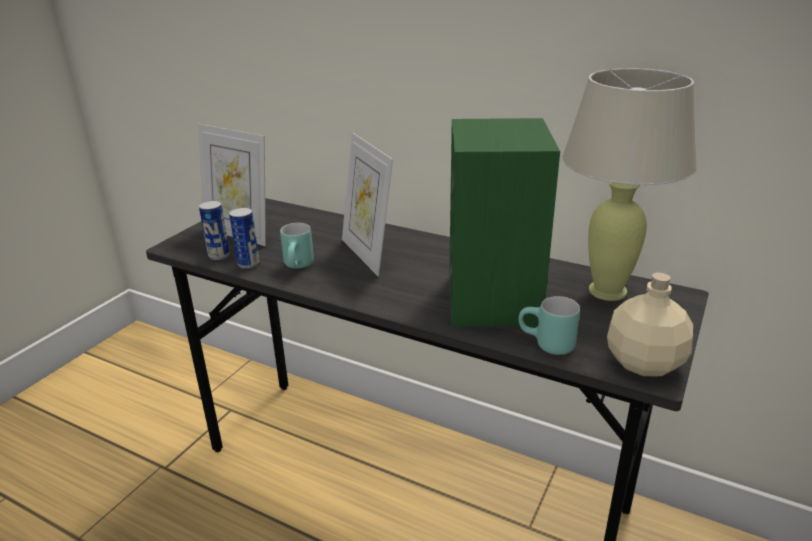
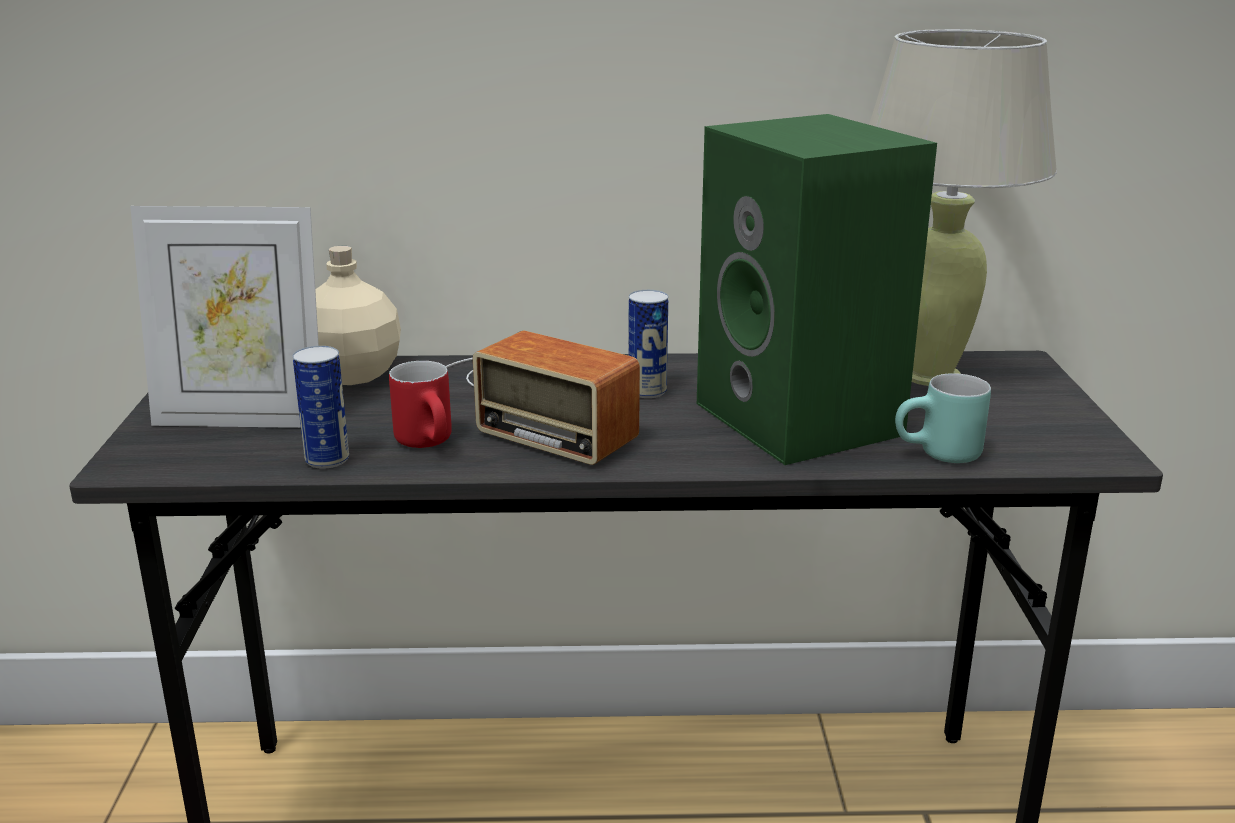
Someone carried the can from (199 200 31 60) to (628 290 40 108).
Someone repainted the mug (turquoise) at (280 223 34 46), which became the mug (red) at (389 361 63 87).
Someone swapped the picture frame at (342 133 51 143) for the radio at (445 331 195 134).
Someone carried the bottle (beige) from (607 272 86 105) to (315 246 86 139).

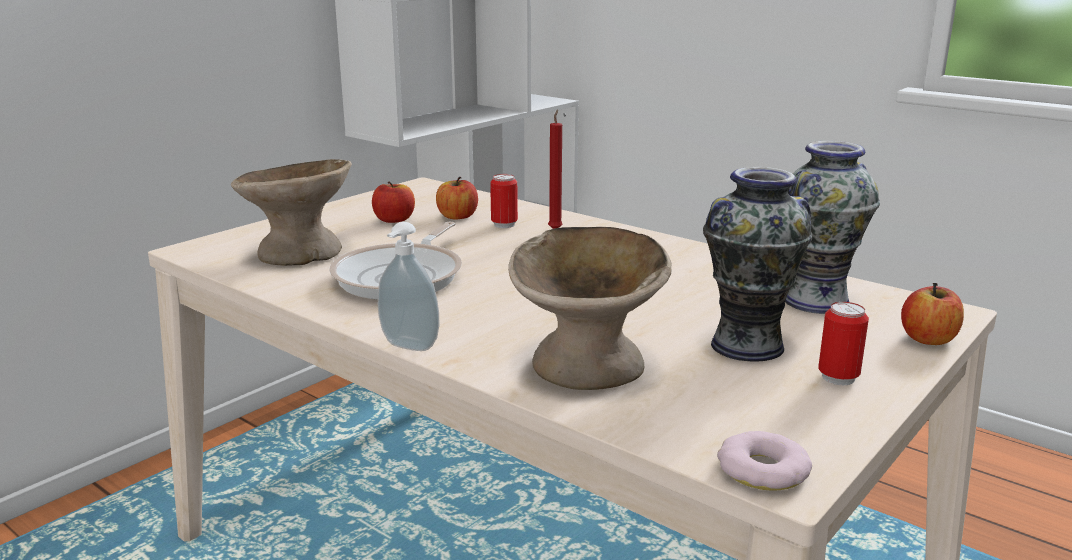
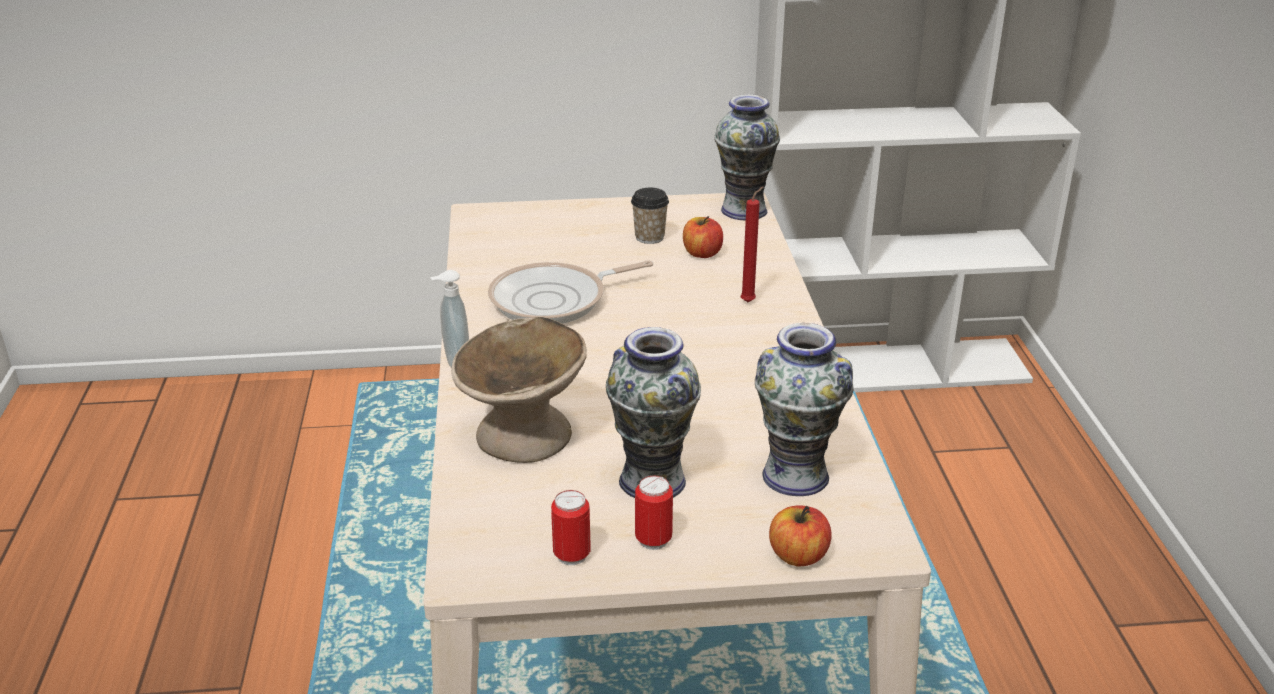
Someone took away the bowl (beige) at (231 159 121 107).
Someone swapped the apple at (372 182 43 41) for the cup at (631 188 38 56).
Someone carried the can from (490 174 28 54) to (551 490 40 75).
Someone took away the donut at (717 431 95 59).
Someone put down the vase at (714 95 66 125).

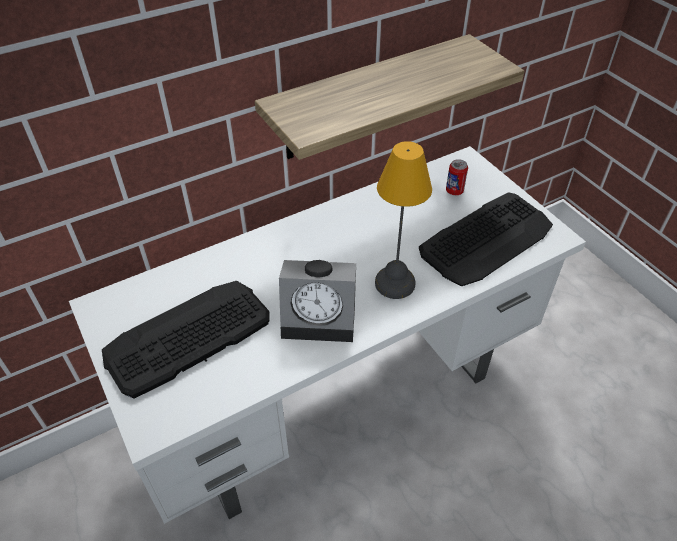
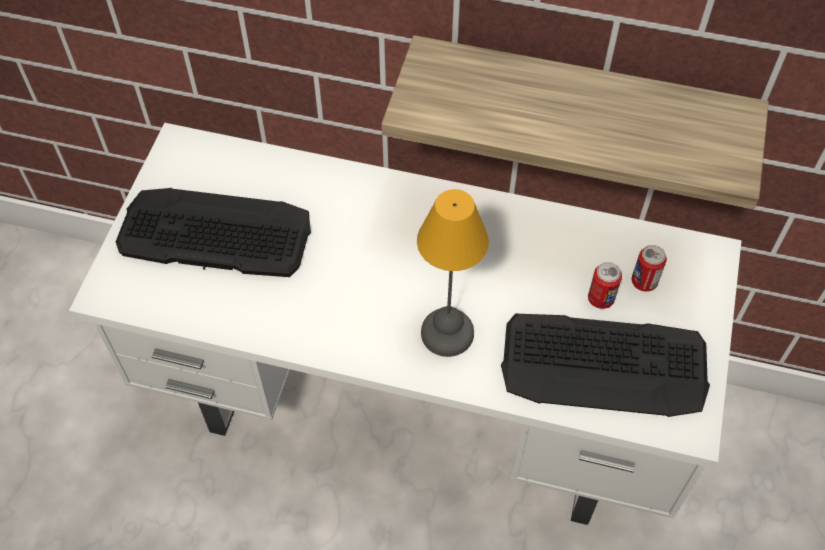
Someone took away the alarm clock at (279 260 77 82).
Someone put down the can at (588 262 34 47).

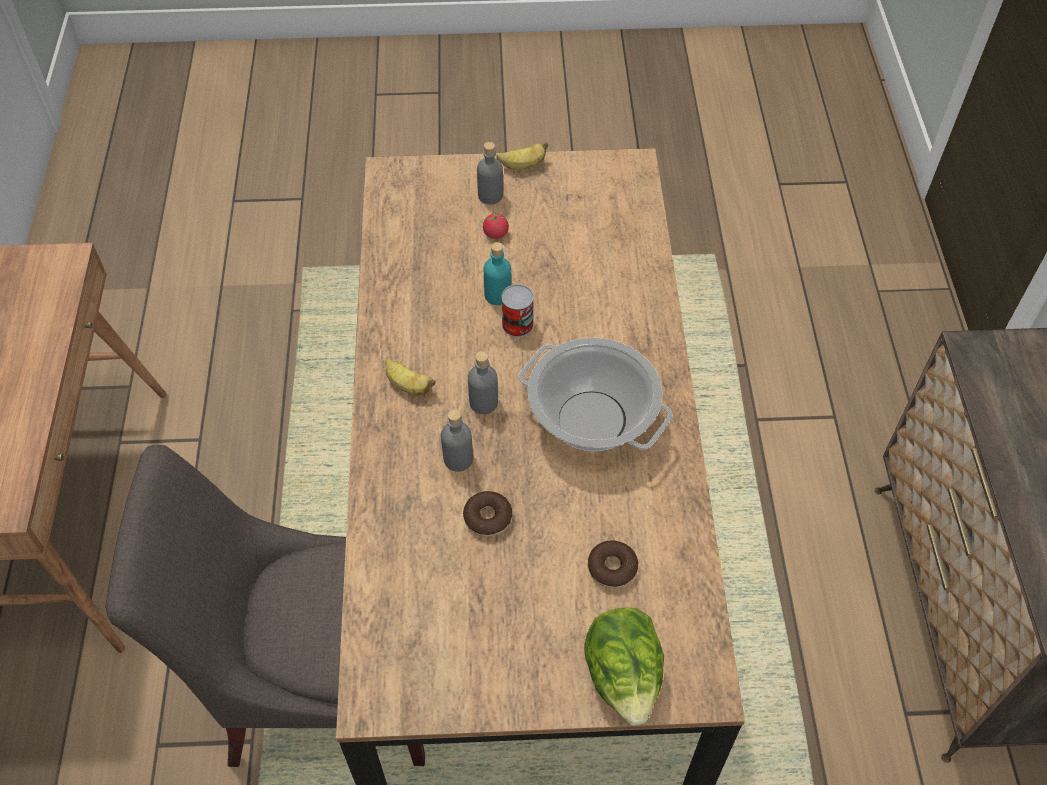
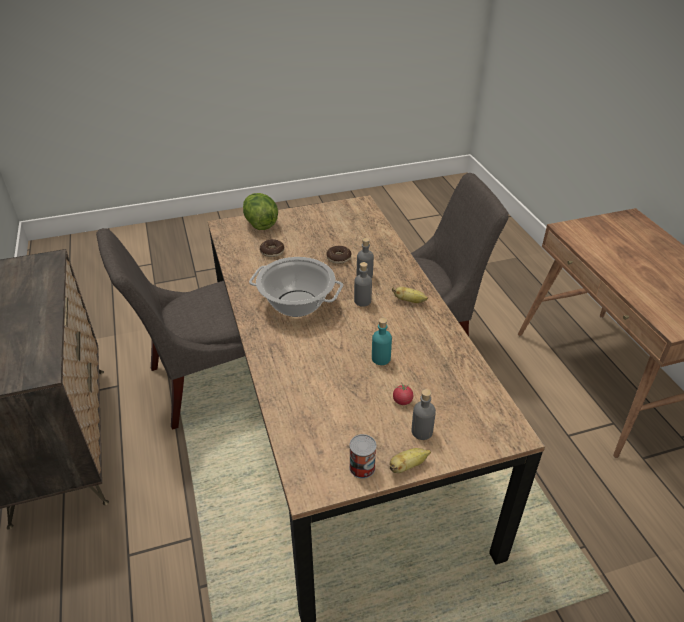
Someone carried the can from (501 284 33 53) to (349 434 27 45).
Someone put down the chair (grey) at (96 228 149 202).

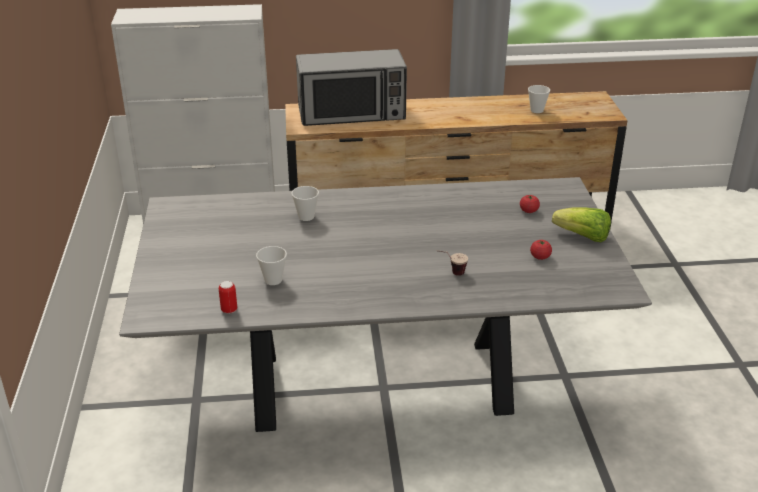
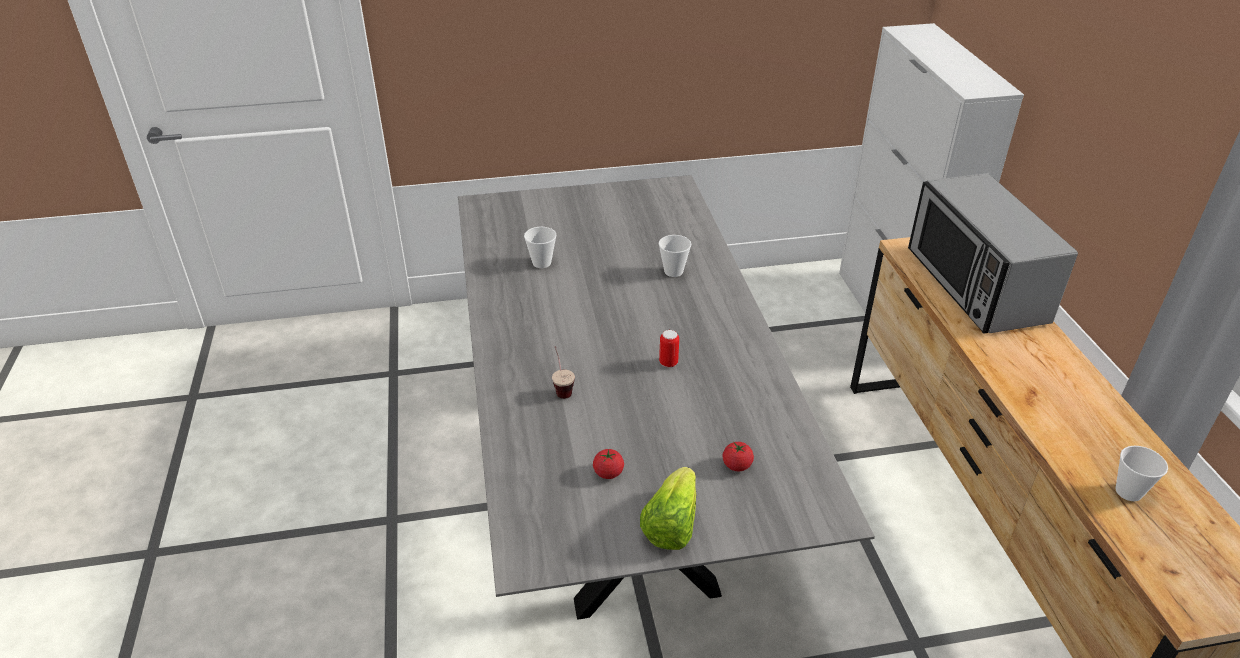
Someone carried the can from (219 281 18 33) to (659 330 20 38).

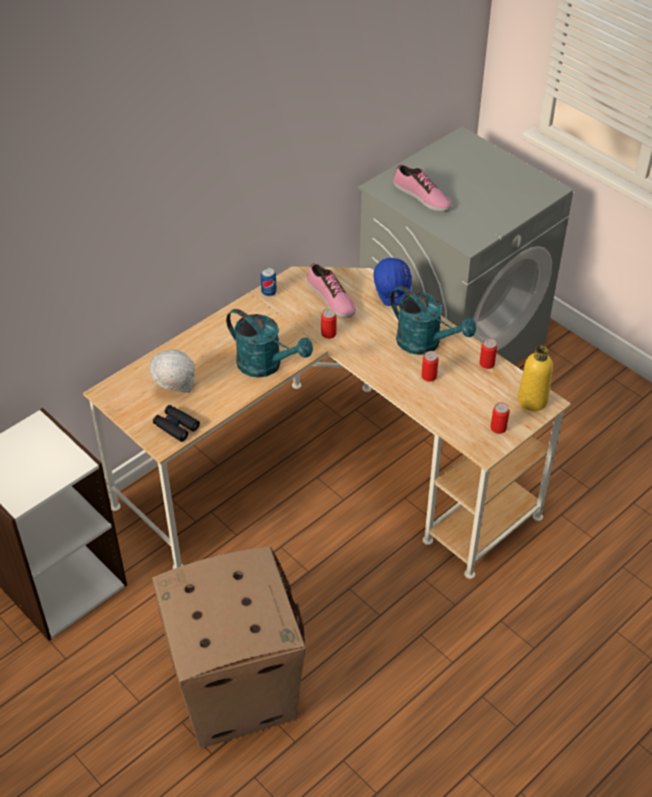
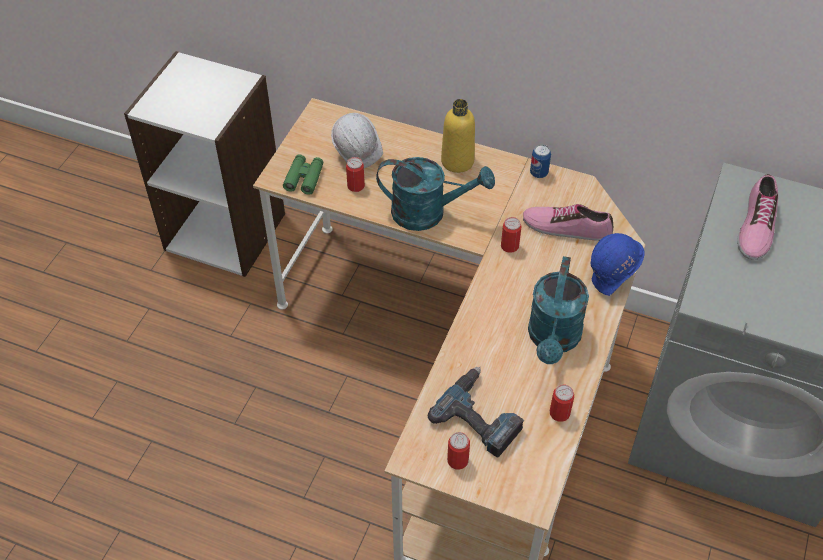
Someone took away the cardboard box at (152 546 153 203).
Someone repainted the binoculars (black) at (153 405 47 37), which became the binoculars (green) at (283 154 40 41).
Someone rotated the watering can (turquoise) at (226 309 87 69) by 90 degrees counterclockwise.
Someone rotated the shoe at (307 263 49 55) by 75 degrees clockwise.
Someone carried the can from (421 351 18 31) to (346 157 19 35).
Someone carried the bottle (yellow) from (518 346 35 65) to (441 99 34 74).
Someone put down the power drill at (428 367 96 91).

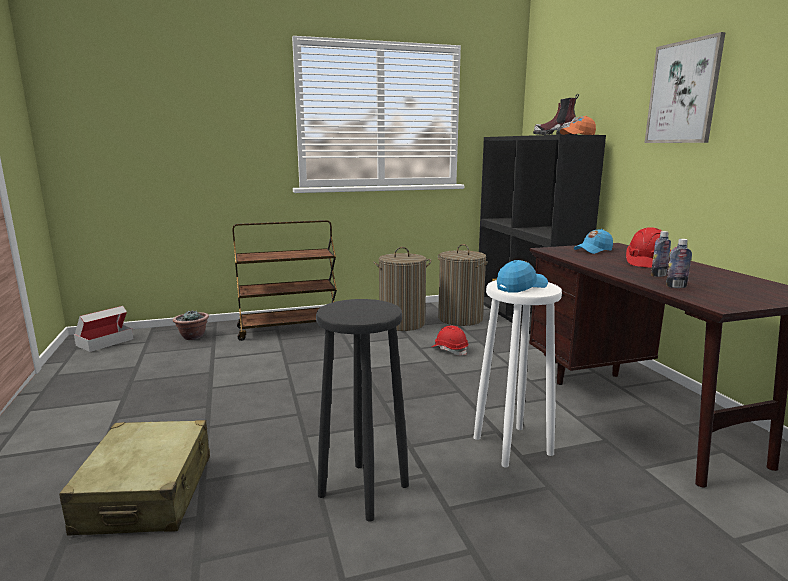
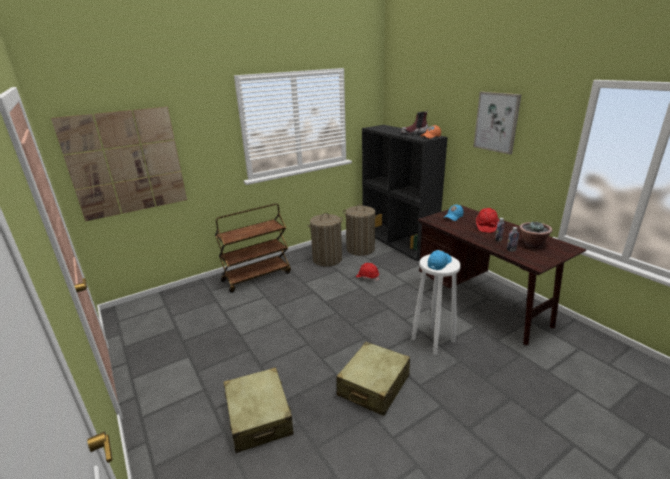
Someone took away the cardboard box at (74 306 60 46).
Someone carried the potted plant from (173 309 36 31) to (519 222 34 26).
Someone swapped the stool (black) at (316 299 93 223) for the suitcase (beige) at (336 342 74 74).
Someone put up the picture at (51 107 136 114).

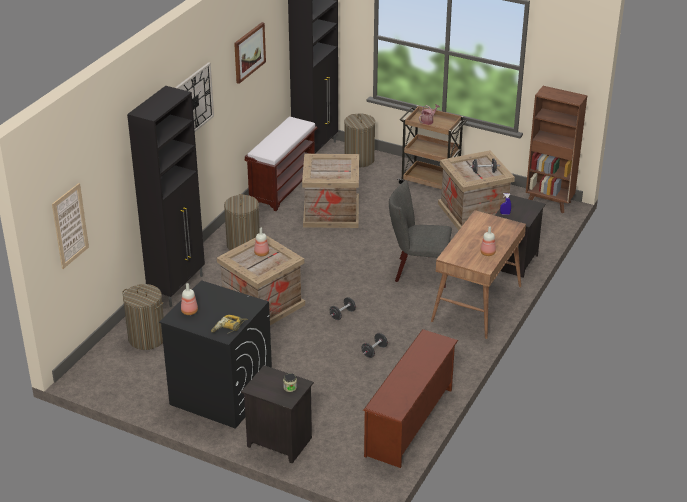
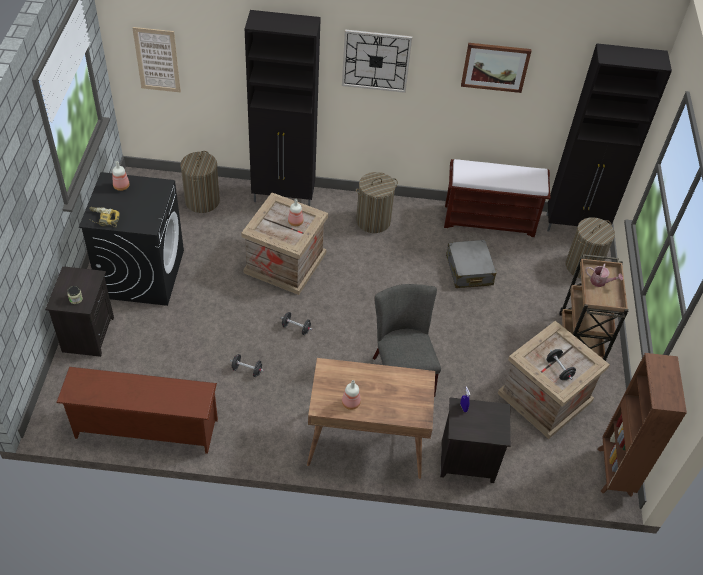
Someone swapped the crate at (302 154 57 74) for the suitcase (grey) at (446 240 50 48).

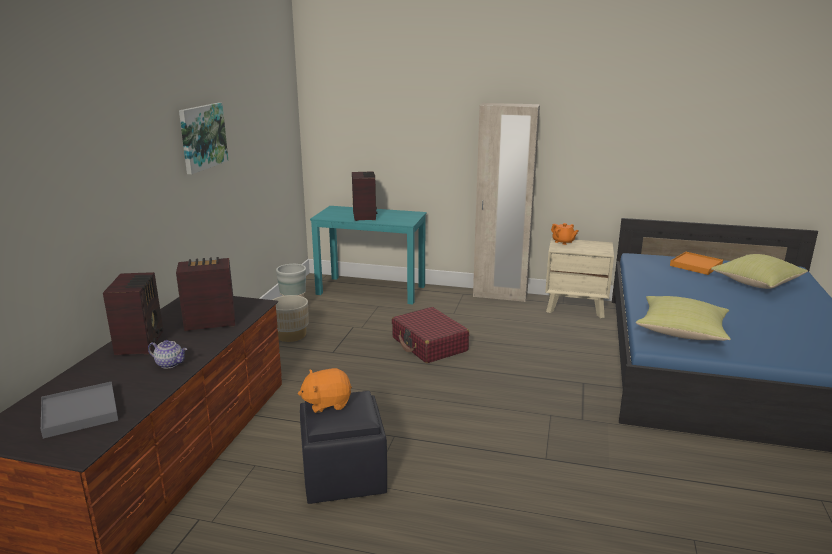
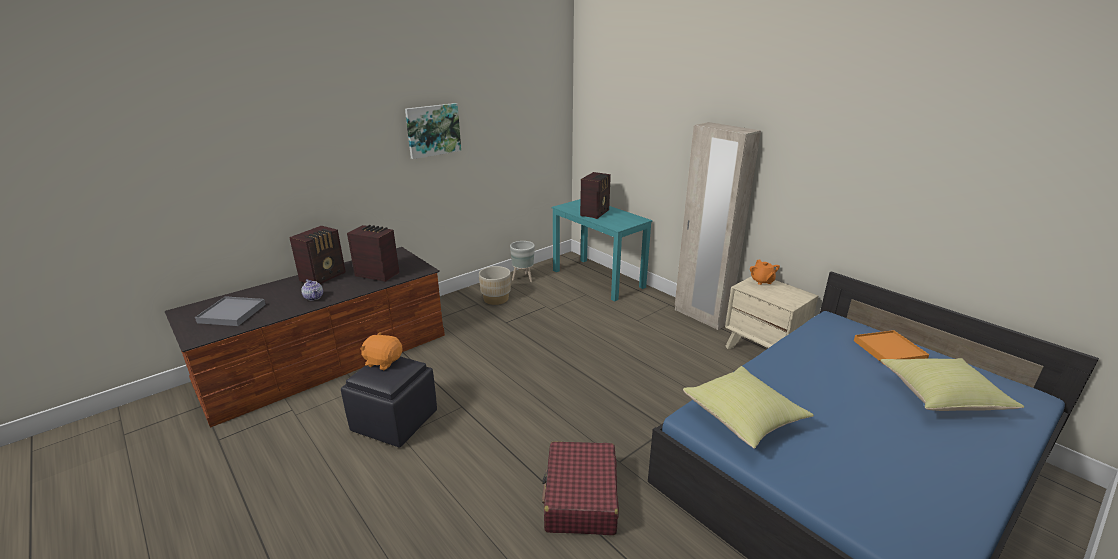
Someone carried the suitcase (red) from (392 307 77 56) to (542 441 77 94).

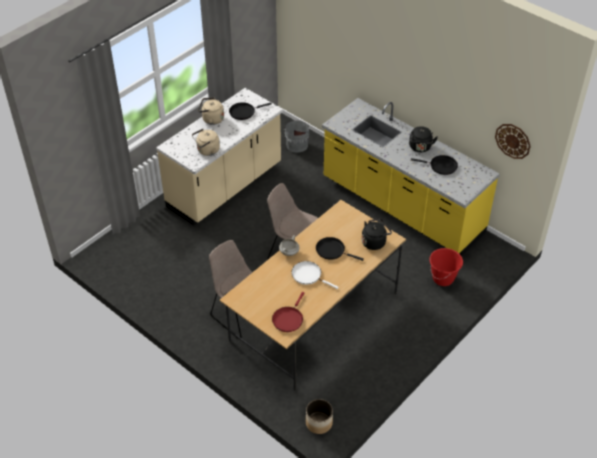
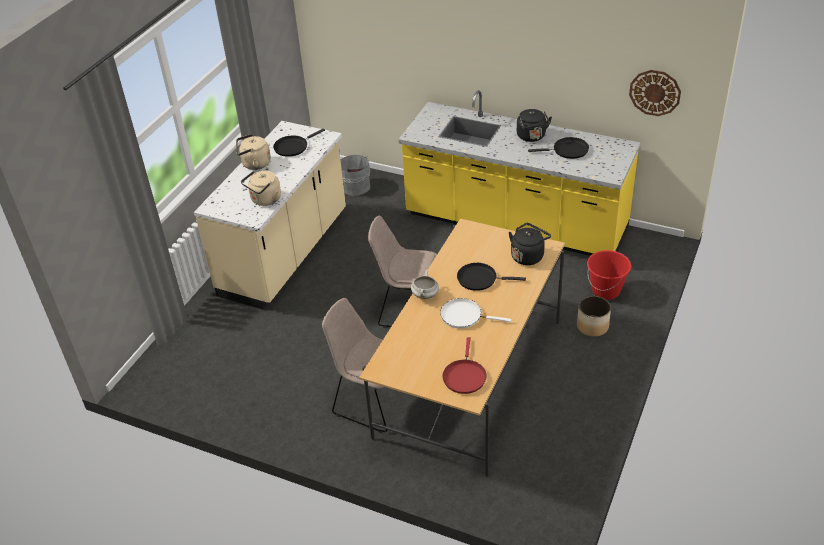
Someone carried the planter from (306 399 27 35) to (577 296 34 41).

